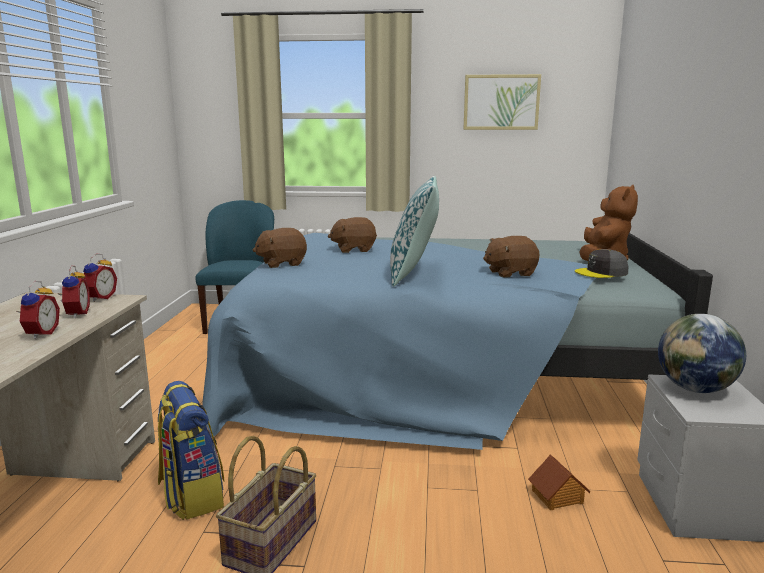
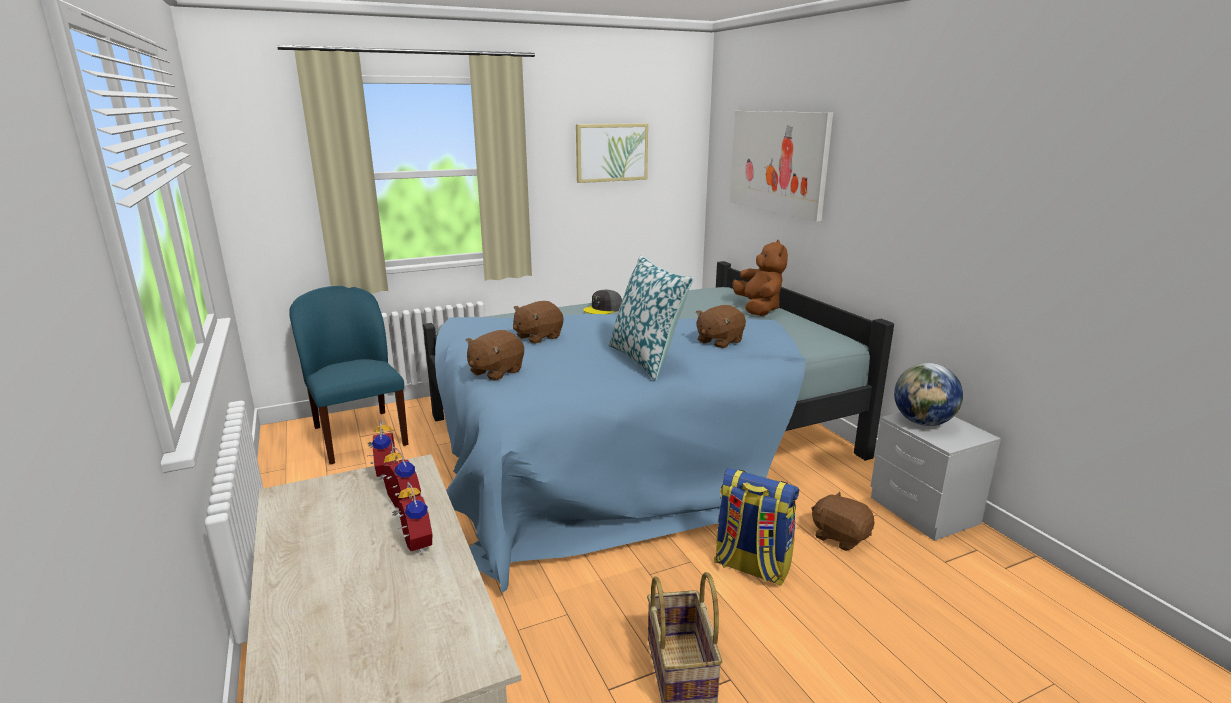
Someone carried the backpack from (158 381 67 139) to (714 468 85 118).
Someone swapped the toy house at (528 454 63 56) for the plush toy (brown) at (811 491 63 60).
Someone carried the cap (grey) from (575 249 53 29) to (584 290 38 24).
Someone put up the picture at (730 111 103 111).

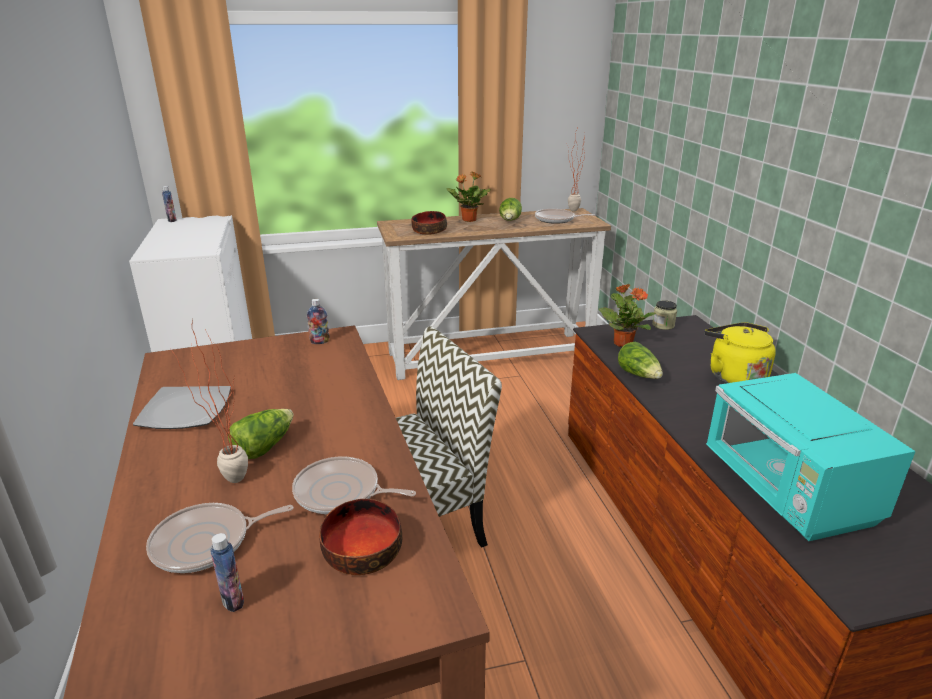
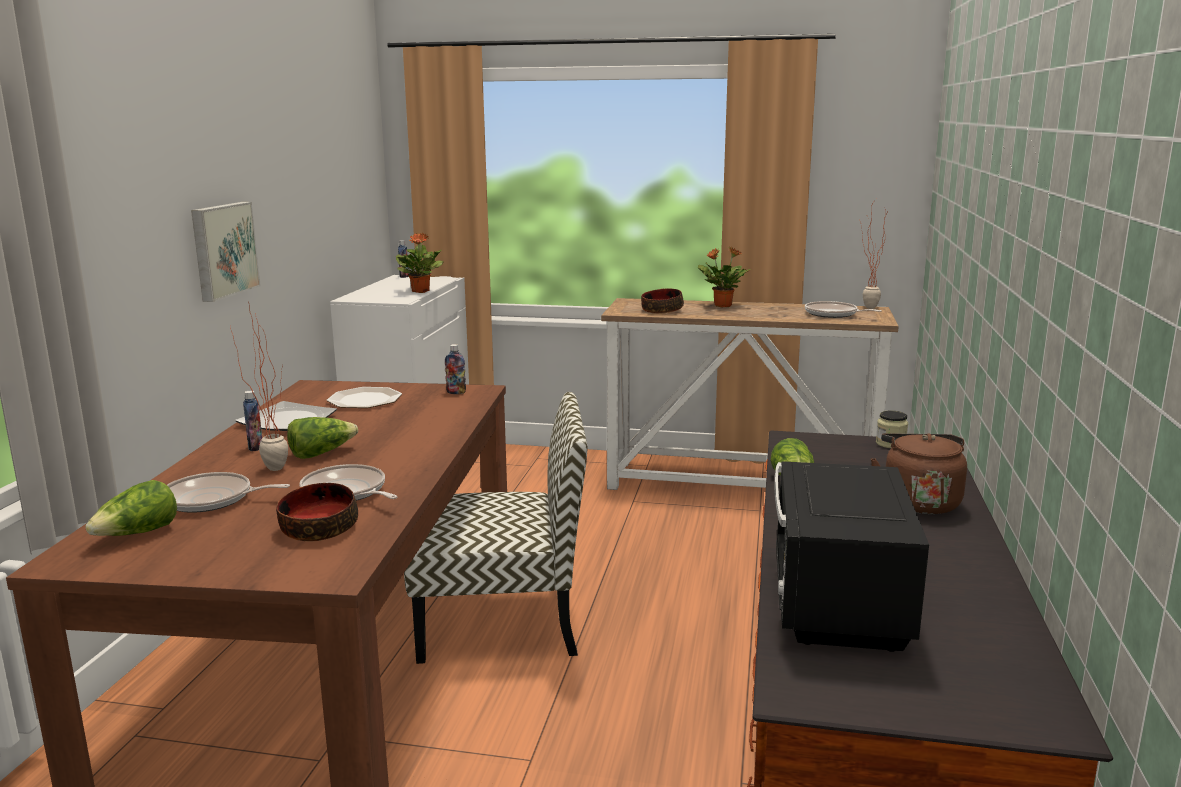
Someone carried the bottle from (210 533 34 79) to (243 391 19 60).
Someone carried the lettuce from (499 198 23 23) to (85 480 92 56).
Someone carried the potted plant from (599 284 57 63) to (396 233 48 60).
Someone repainted the kettle (yellow) at (704 322 72 61), which became the kettle (brown) at (871 433 96 81).
Someone repainted the microwave (turquoise) at (706 373 210 168), which became the microwave (black) at (774 461 155 191).
Someone put up the picture at (191 202 70 100).
Someone put down the plate at (327 387 75 21).

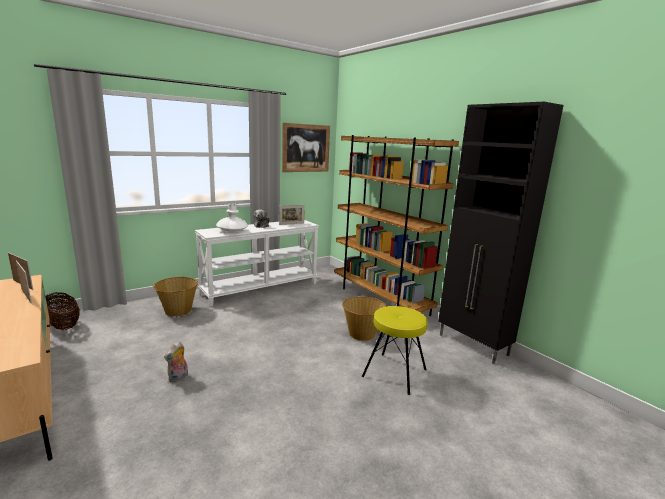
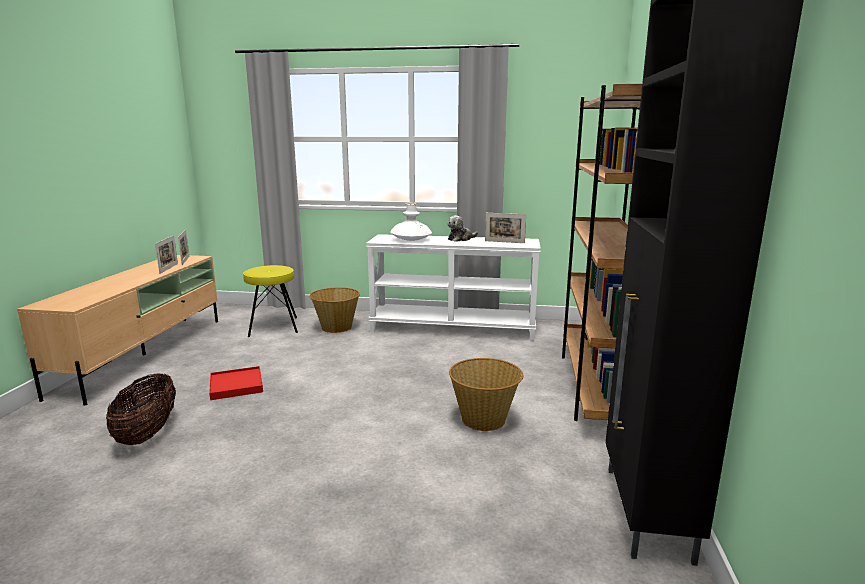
Someone carried the basket from (46 292 34 38) to (106 373 70 72).
Someone swapped the plush toy at (164 341 24 42) for the tray (red) at (209 366 54 34).
Someone took away the picture at (282 123 48 49).
Someone carried the stool (yellow) from (362 306 65 89) to (243 265 55 72).

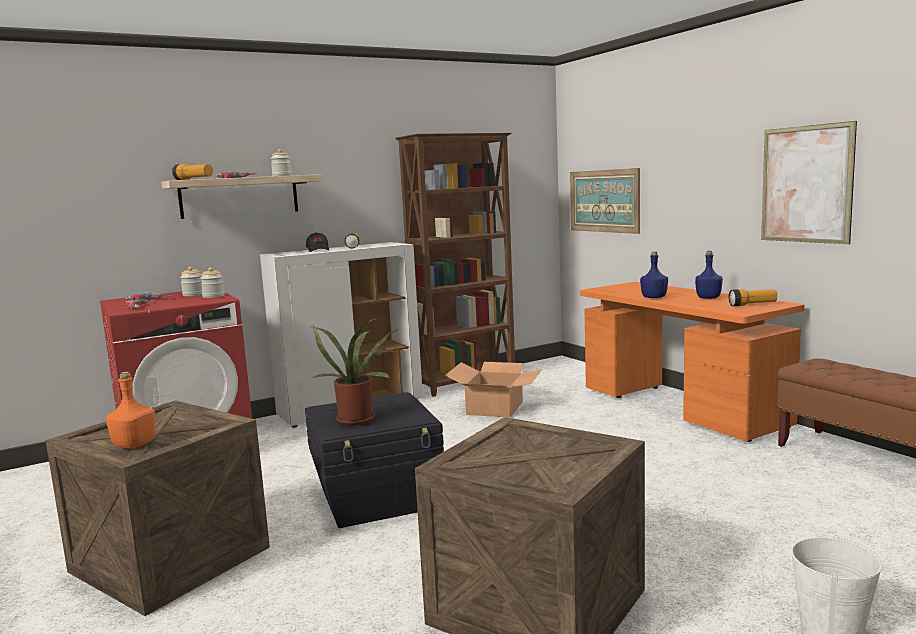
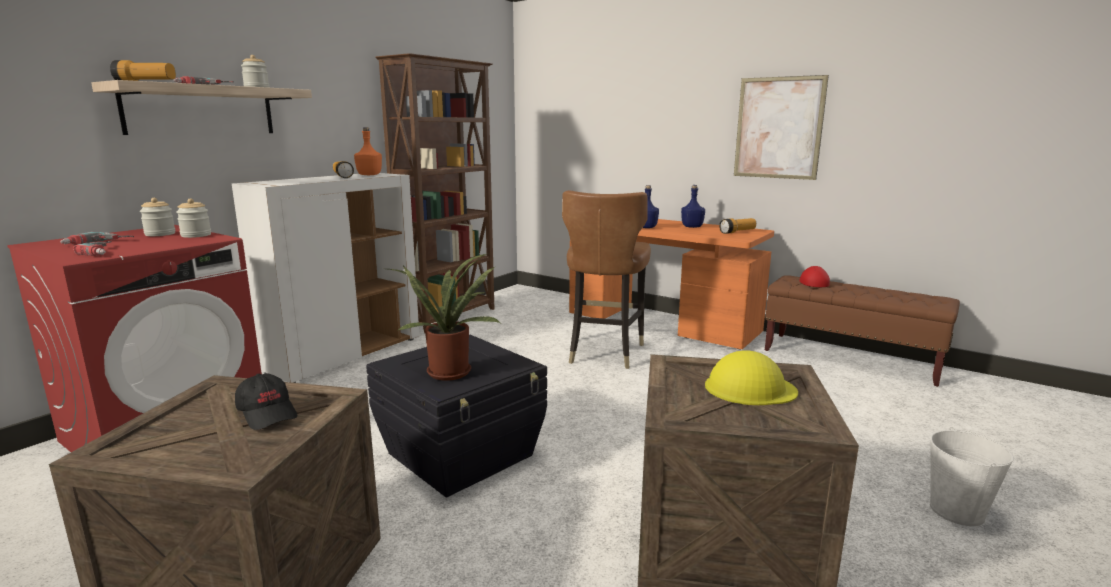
Someone carried the bottle (orange) from (106 372 49 76) to (354 127 28 48).
Someone carried the cap (black) from (306 232 23 20) to (235 374 62 56).
Someone took away the cardboard box at (445 362 97 56).
Someone took away the picture at (570 168 70 66).
Someone put down the chair (brown) at (562 190 89 179).
Someone put down the hard hat (yellow) at (705 350 93 55).
Someone put down the cap (red) at (799 266 31 21).

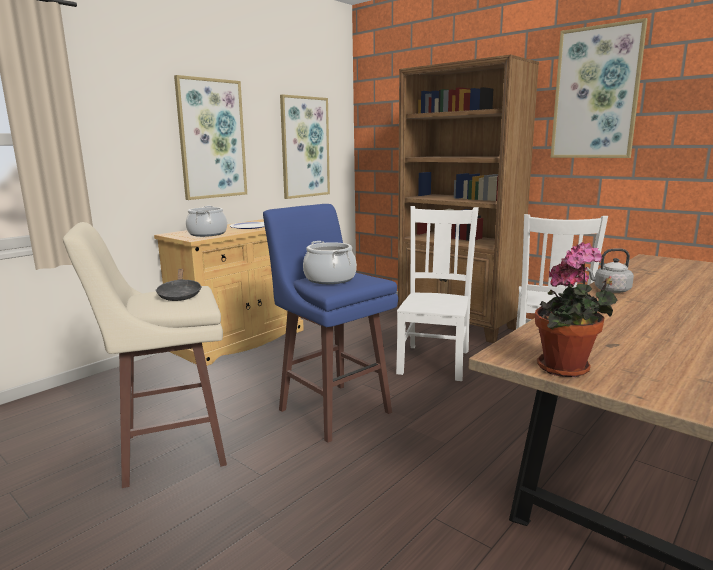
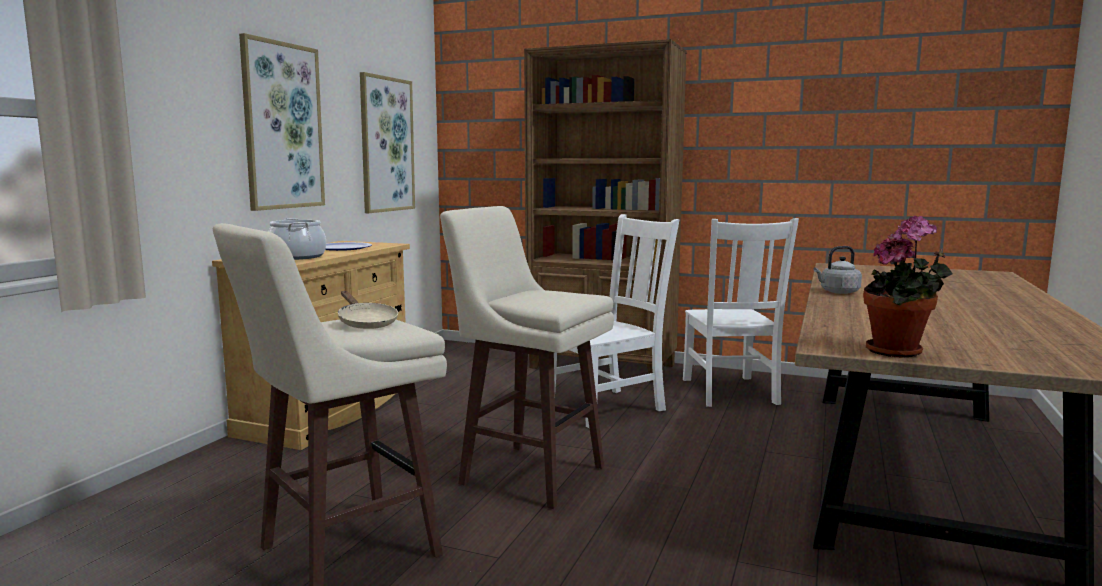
Someone repainted the frying pan (black) at (156 269 46 32), which became the frying pan (beige) at (338 291 60 38).
Someone repainted the stool (blue) at (263 204 135 239), which became the stool (beige) at (440 206 174 303).
Someone took away the cooking pot at (303 241 54 43).
Someone rotated the chair (white) at (396 206 83 175) by 60 degrees clockwise.
Someone took away the picture at (551 18 97 140).

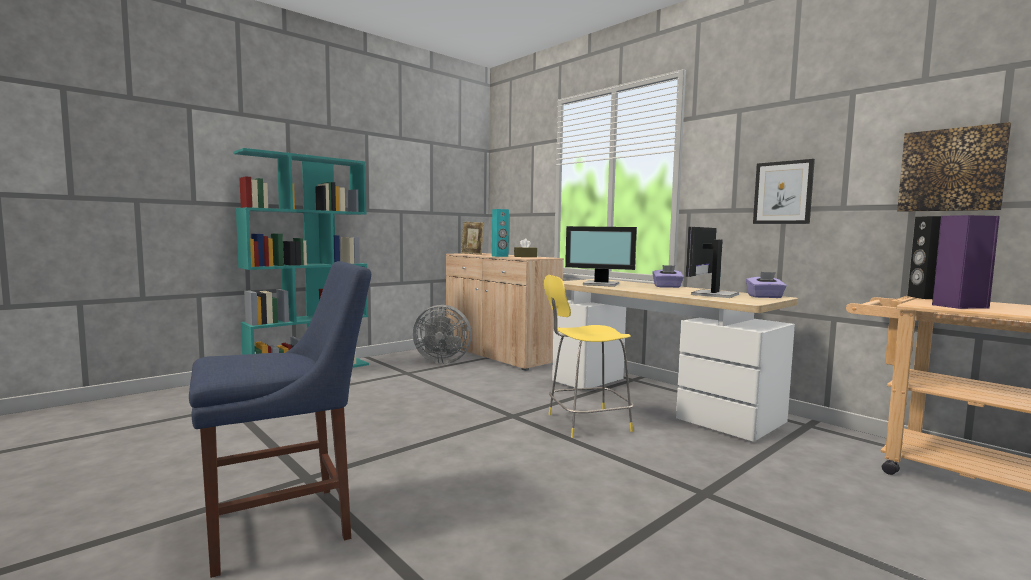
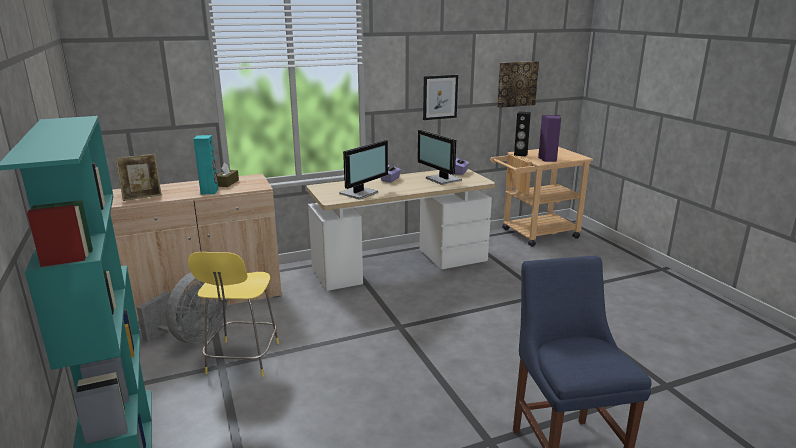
Someone carried the stool (yellow) from (544 275 89 163) to (188 252 91 125).

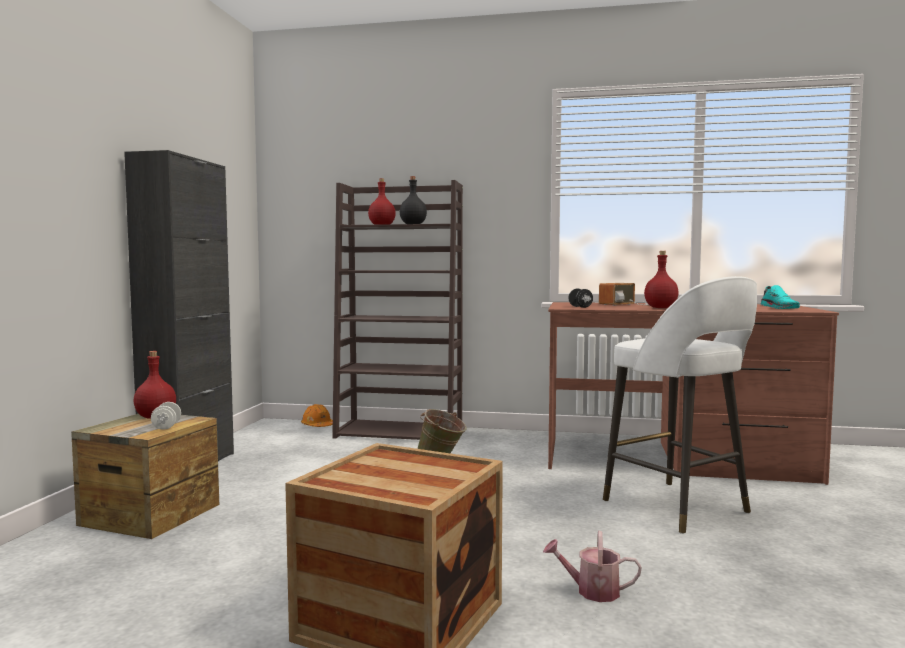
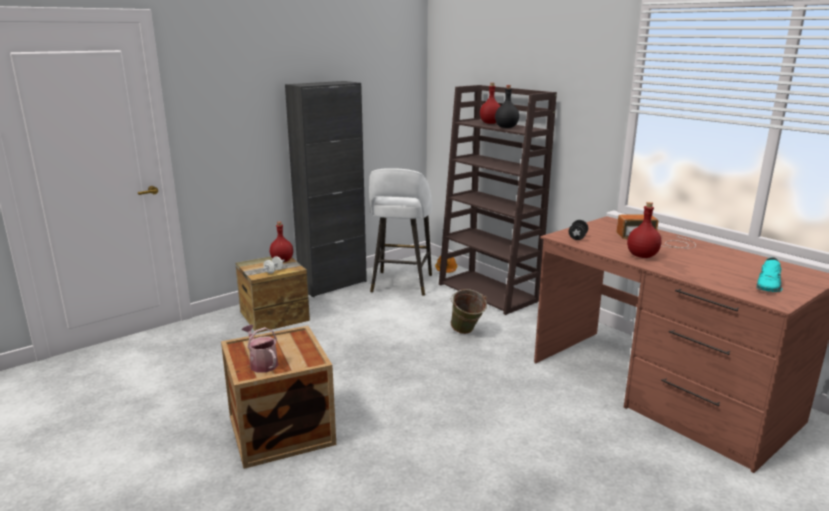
Someone carried the watering can from (543 531 98 71) to (242 325 36 48).
Someone carried the stool (white) from (603 276 154 258) to (369 168 63 128).

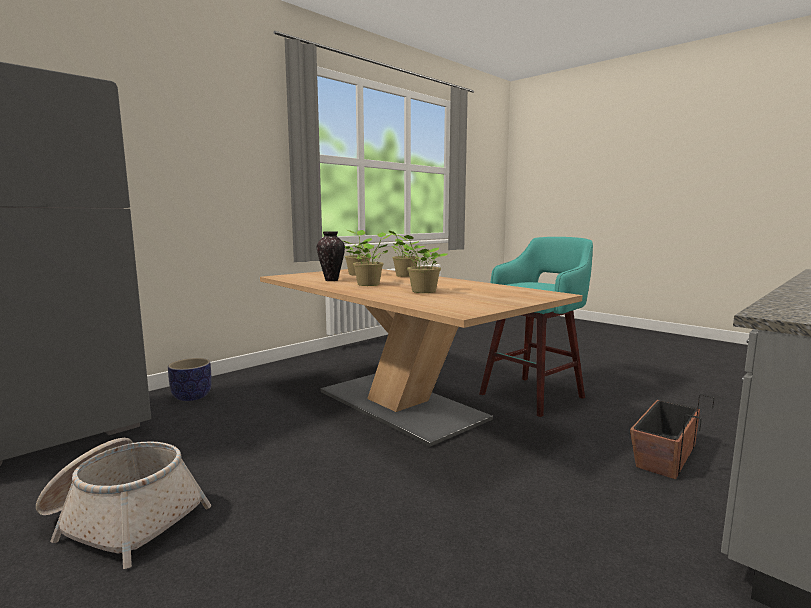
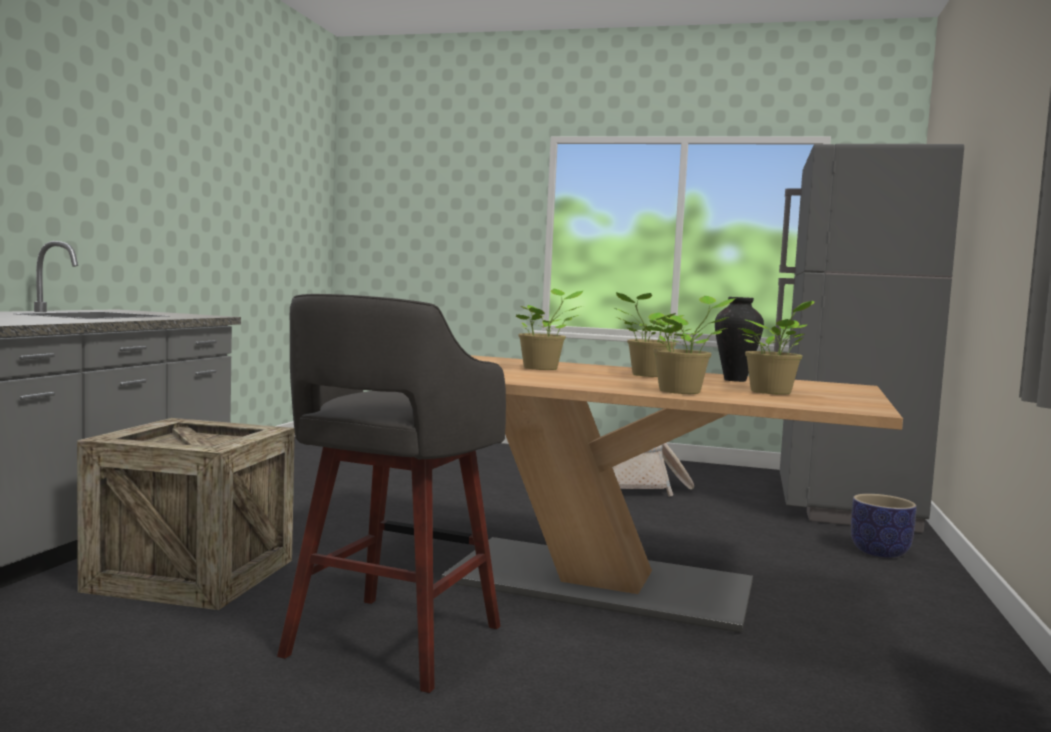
Someone repainted the stool (turquoise) at (479 237 114 180), which became the stool (grey) at (277 294 229 399).
Someone swapped the planter at (630 394 84 85) for the crate at (77 418 218 192).

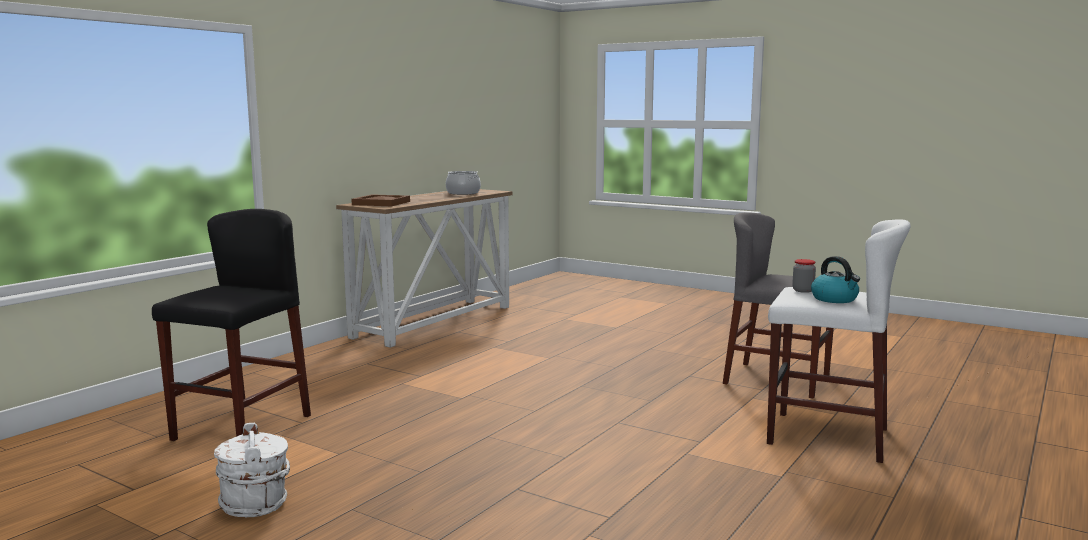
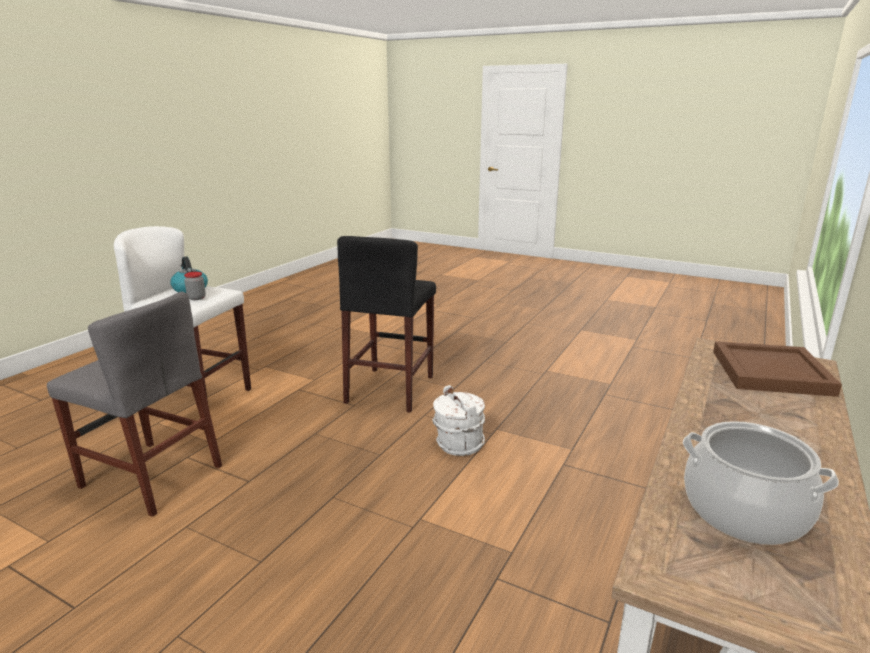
Someone carried the stool (black) from (152 209 159 232) to (337 236 99 177).
Someone carried the bucket (white) from (214 423 76 94) to (432 385 53 71).

